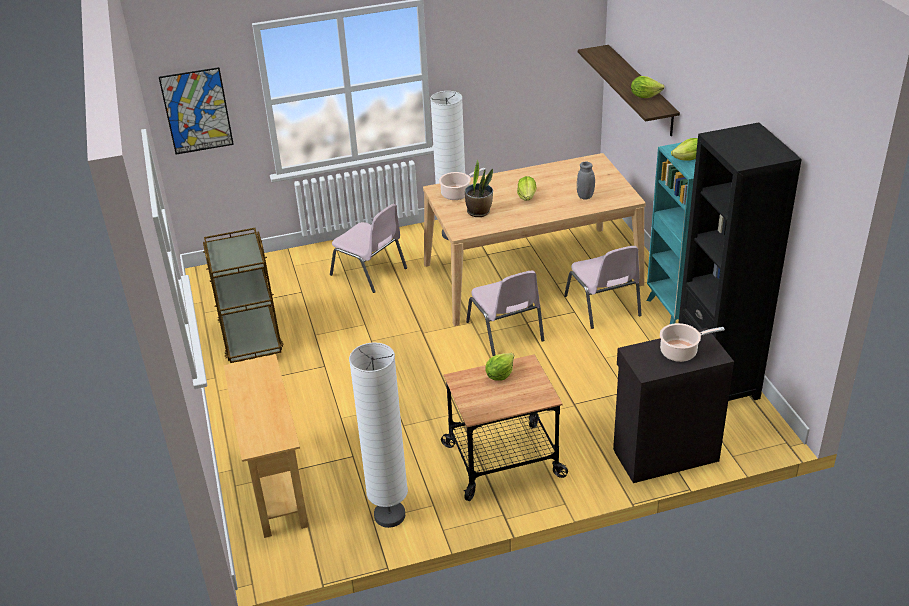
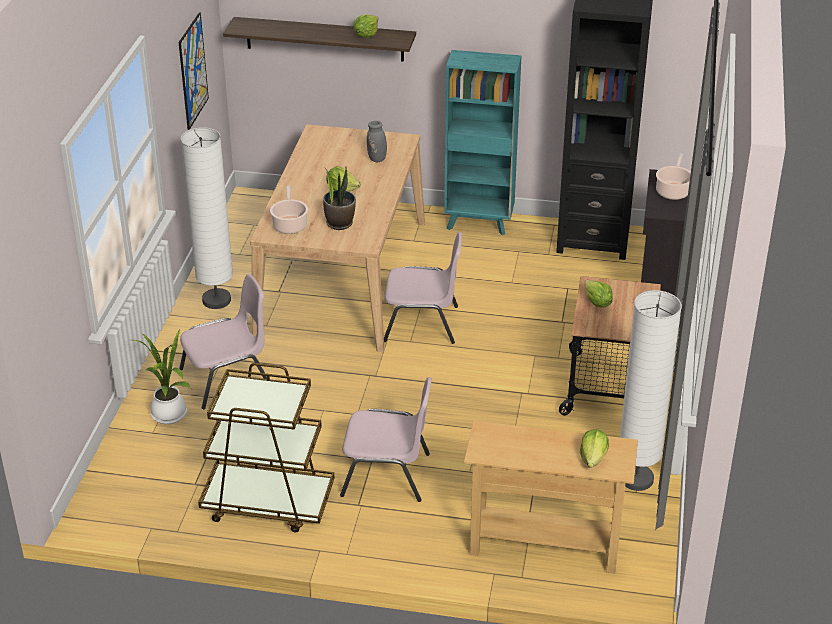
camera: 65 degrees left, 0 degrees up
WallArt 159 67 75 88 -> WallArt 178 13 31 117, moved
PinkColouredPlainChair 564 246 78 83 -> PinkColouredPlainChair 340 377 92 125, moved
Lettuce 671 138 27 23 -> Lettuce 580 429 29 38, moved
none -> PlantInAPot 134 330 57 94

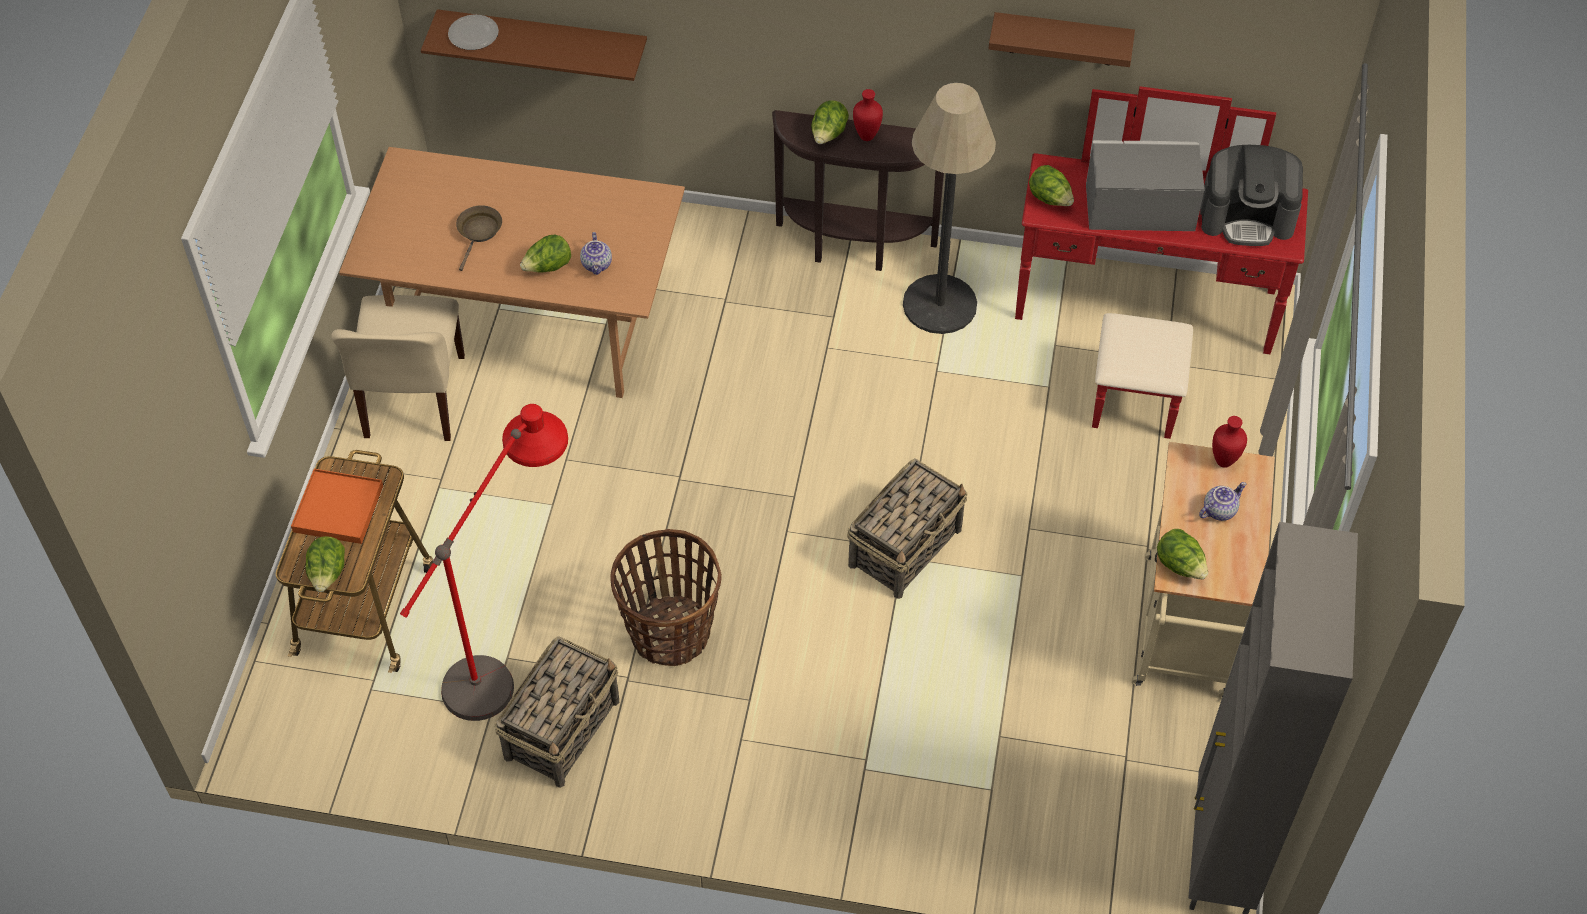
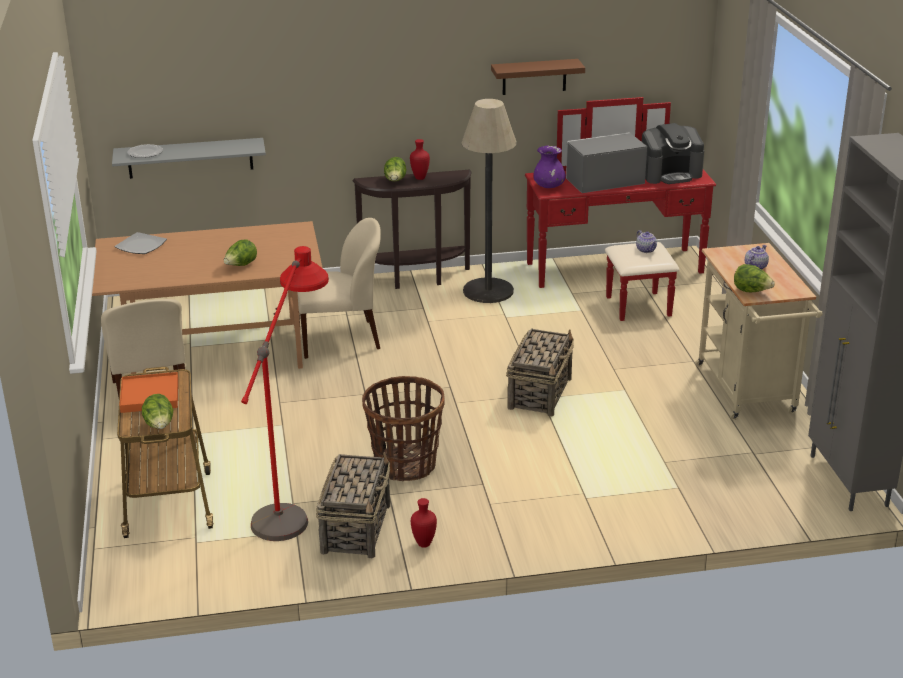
camera: 20 degrees left, 25 degrees down
BrownColouredBracketShelf 421 9 226 72 -> GrayBracketShelf 112 138 154 41
BrownColouredFryingPan 456 205 46 66 -> none
Teapot 580 232 32 43 -> Teapot 636 230 21 23, moved
Lettuce 1029 165 45 41 -> PurpleVase 533 146 33 42
RedVase 1212 416 35 52 -> RedVase 411 498 26 50, moved
none -> DinnerPlate 115 232 52 22
none -> BeigePlainChair 297 218 84 141

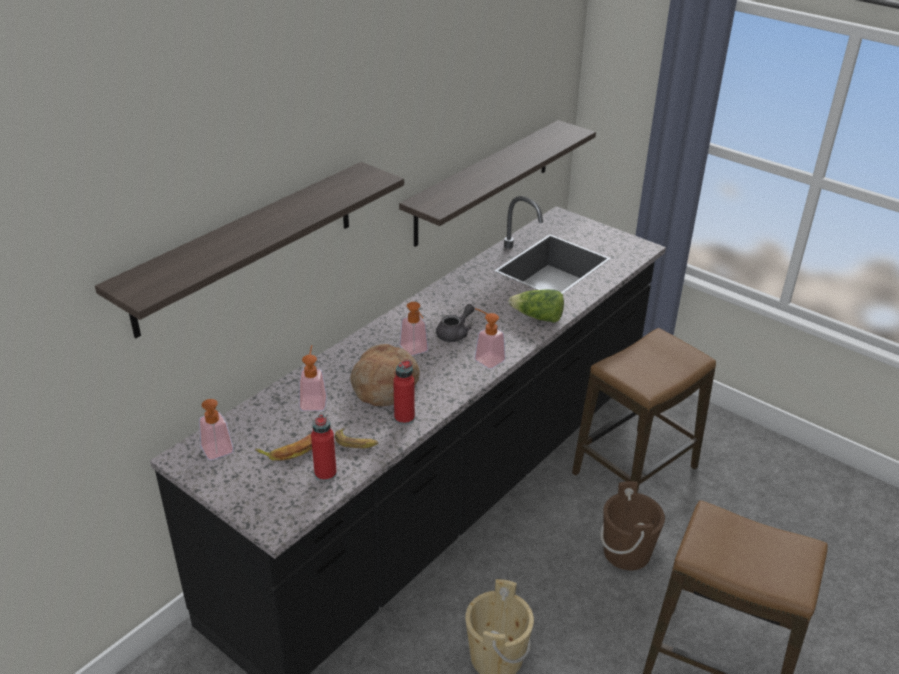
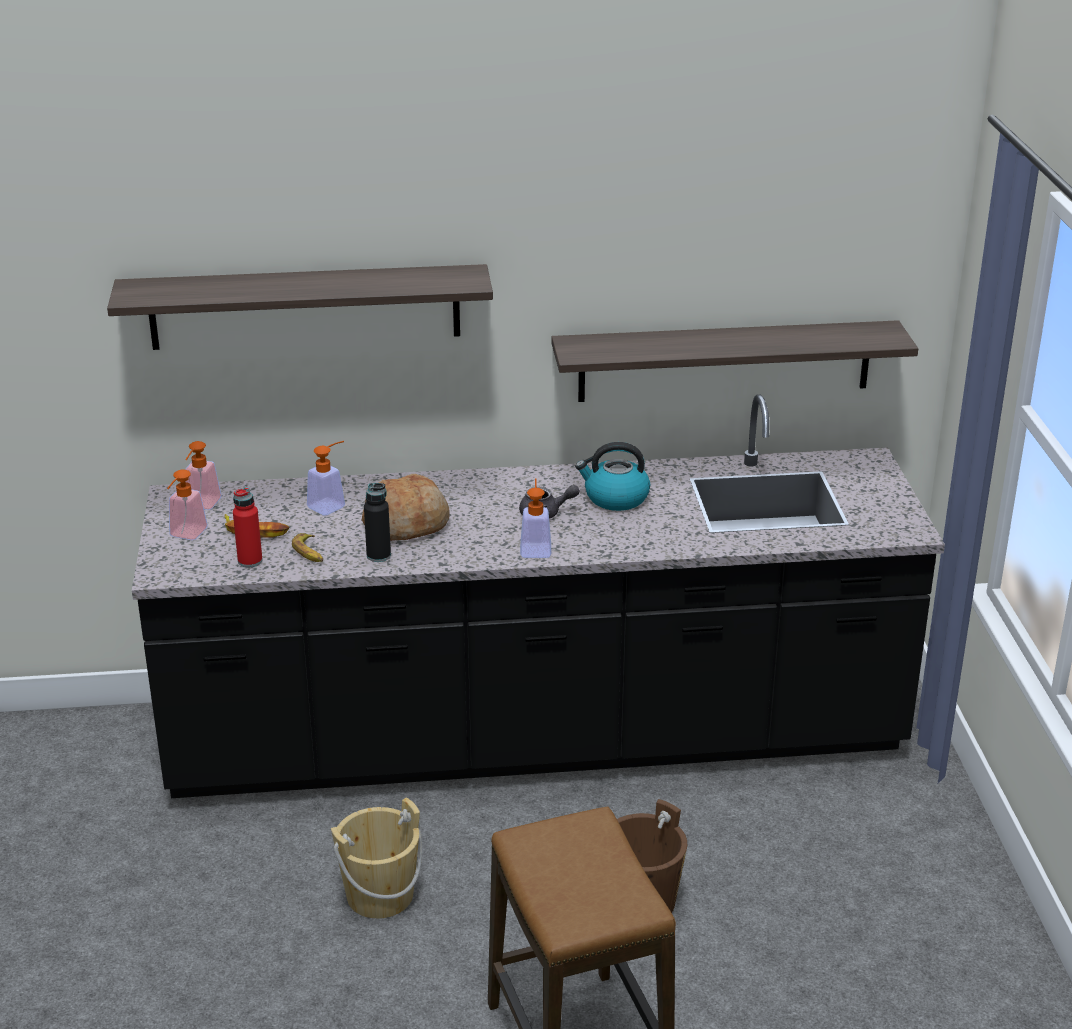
camera: 45 degrees right, 5 degrees down
RedDrinkBottle 393 360 22 65 -> BlackDrinkBottle 364 483 27 79
LiquidSoapBottle 400 302 28 54 -> LiquidSoapBottle 167 469 41 71, moved
Lettuce 508 289 56 34 -> none
StoolSeat 572 328 144 165 -> none
none -> TeaKettle 575 442 75 69

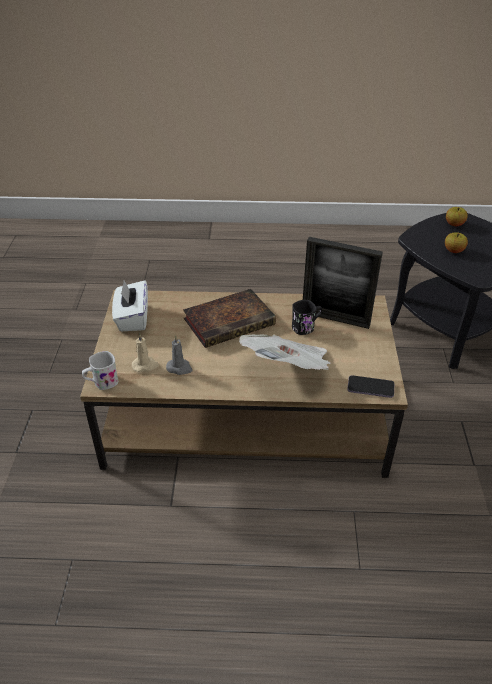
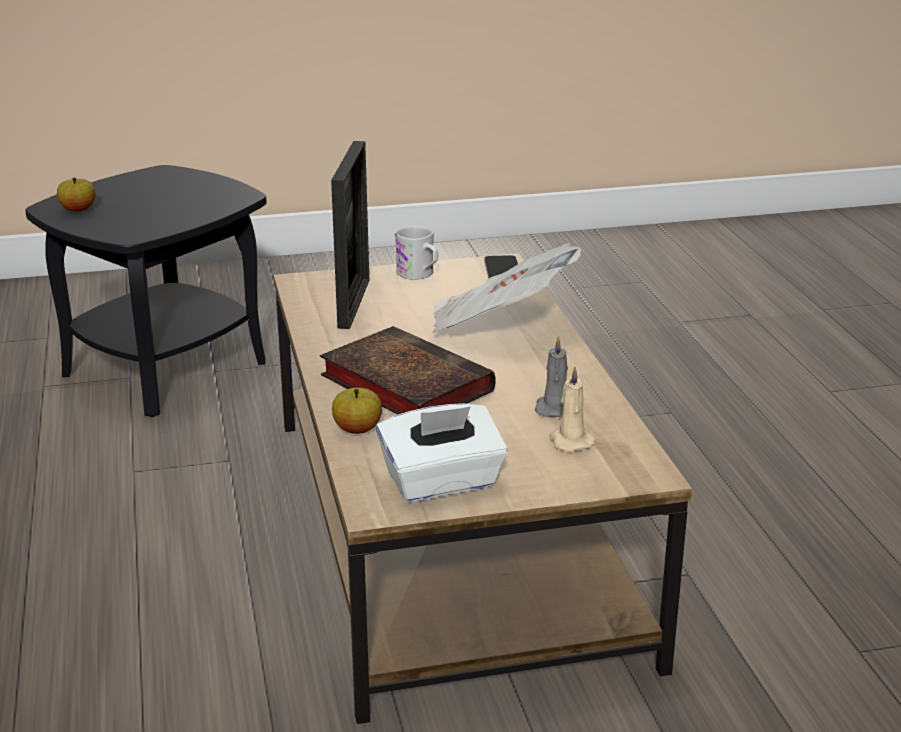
camera: 105 degrees left, 15 degrees down
WhiteTeaMug 82 351 36 39 -> WhiteTeaMug 394 225 44 55, moved
BlackTeaMug 292 300 30 35 -> none
AppleFruit 445 232 23 21 -> AppleFruit 332 388 50 46, moved

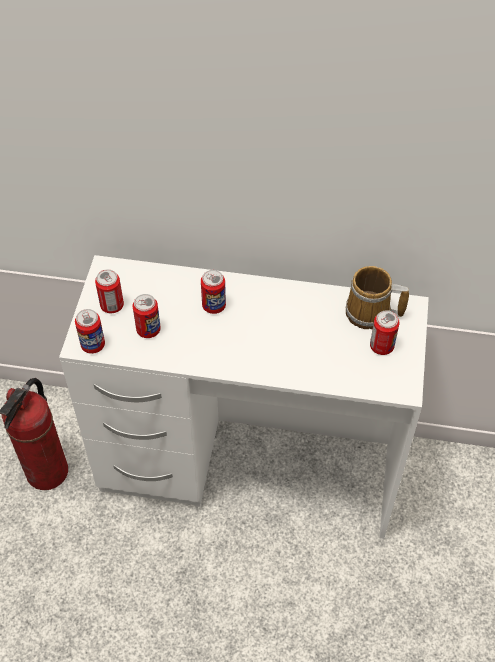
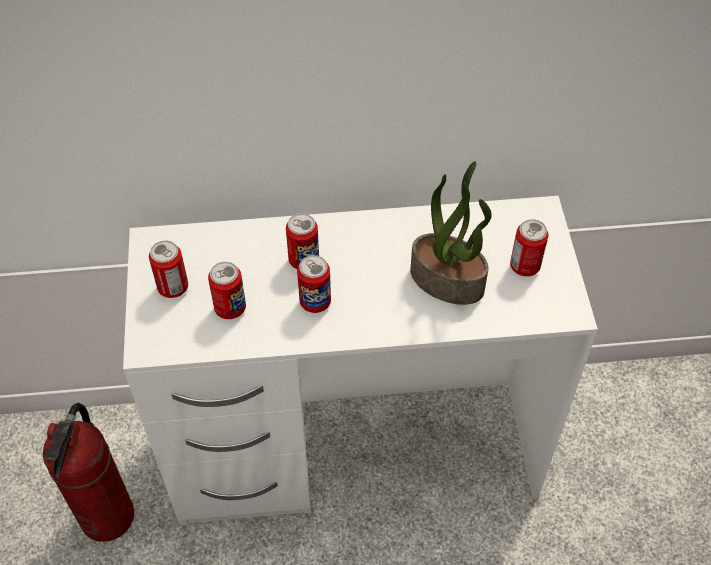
camera: 15 degrees left, 0 degrees up
Can 75 309 30 45 -> Can 297 255 34 58, moved
TeaMug 346 266 63 63 -> none
none -> PlantInAPot 410 161 82 144

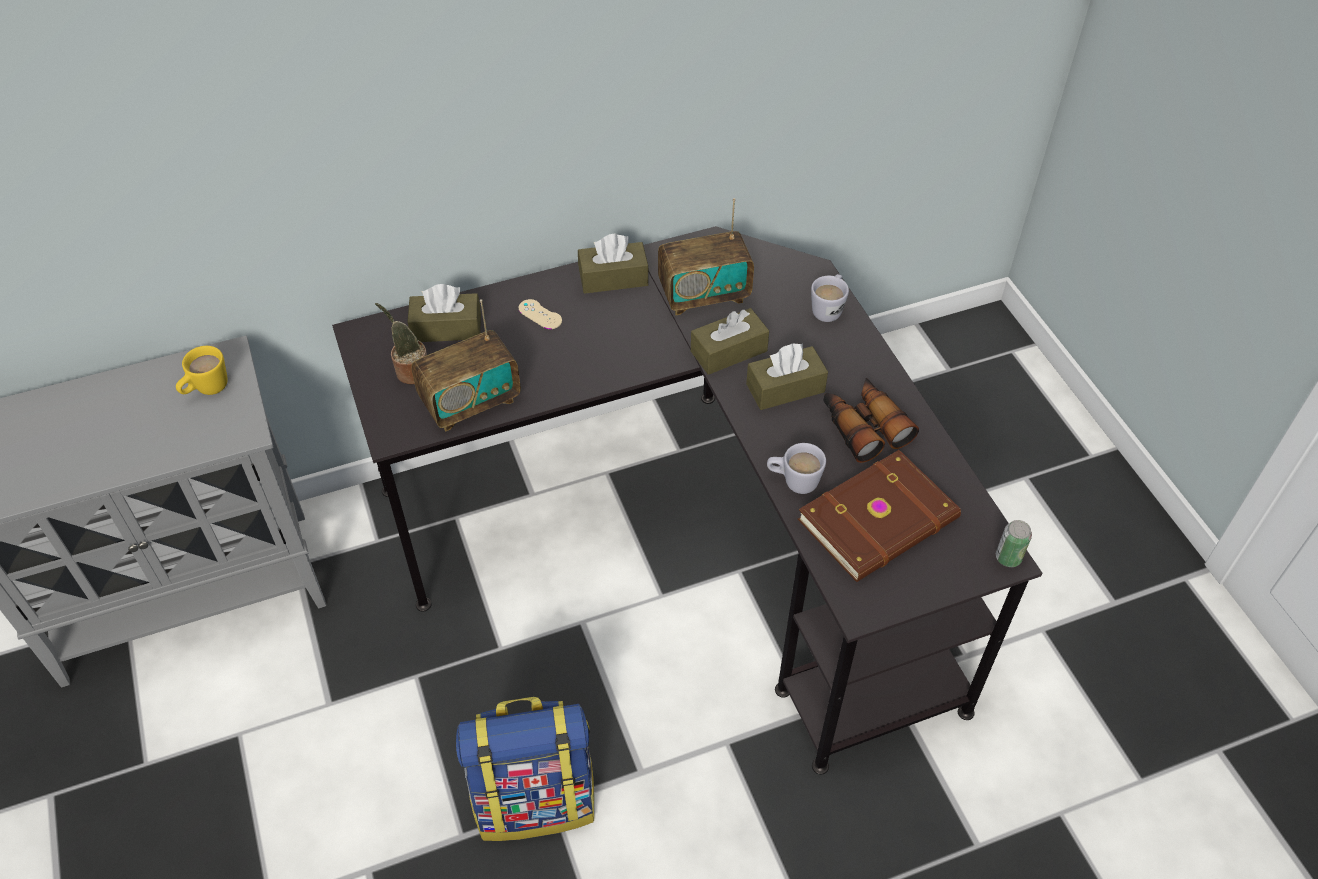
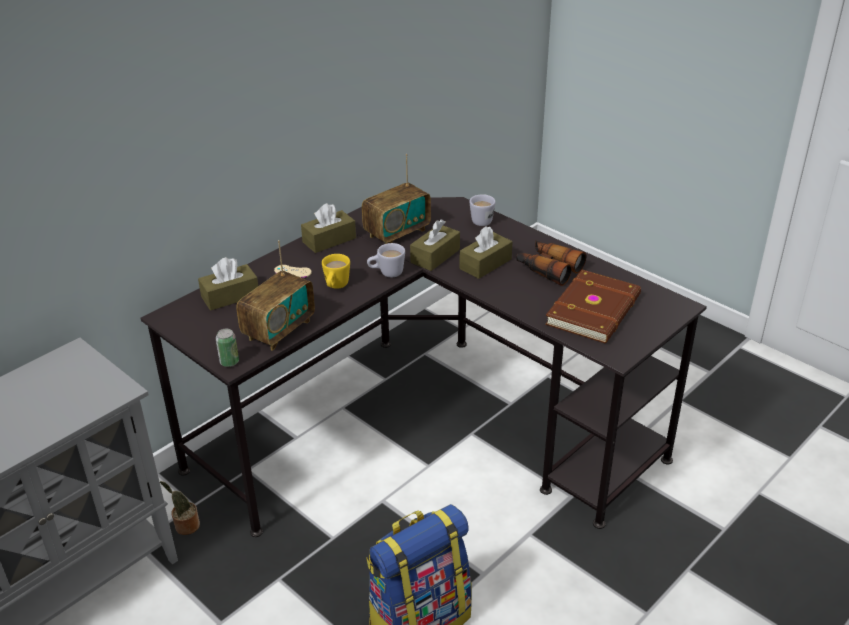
camera: 25 degrees left, 15 degrees down
YellowTeaMug 176 346 51 49 -> YellowTeaMug 322 254 28 35, moved
PlantInAPot 375 303 52 82 -> PlantInAPot 160 481 40 54, moved
WhiteTeaMug 767 443 59 51 -> WhiteTeaMug 367 243 38 34, moved
Can 996 520 36 47 -> Can 216 328 23 39, moved

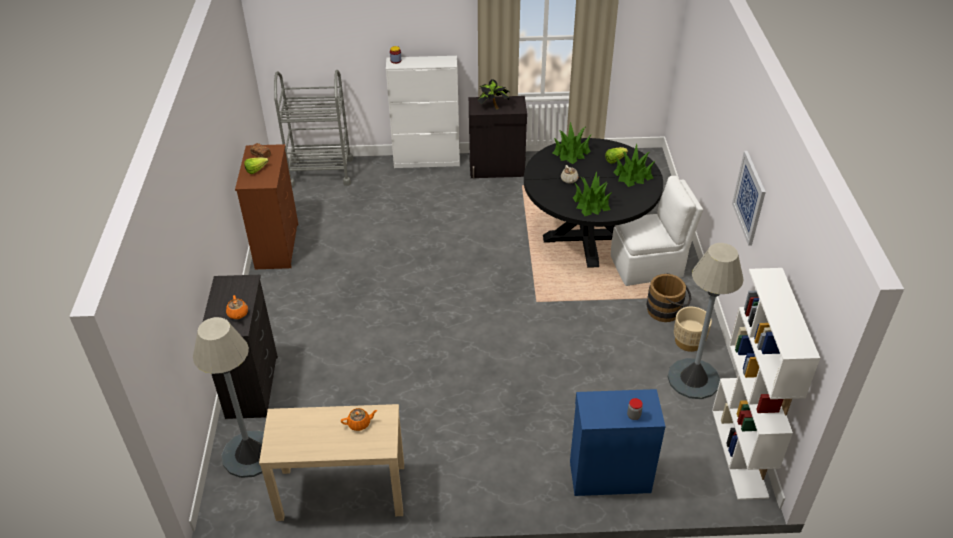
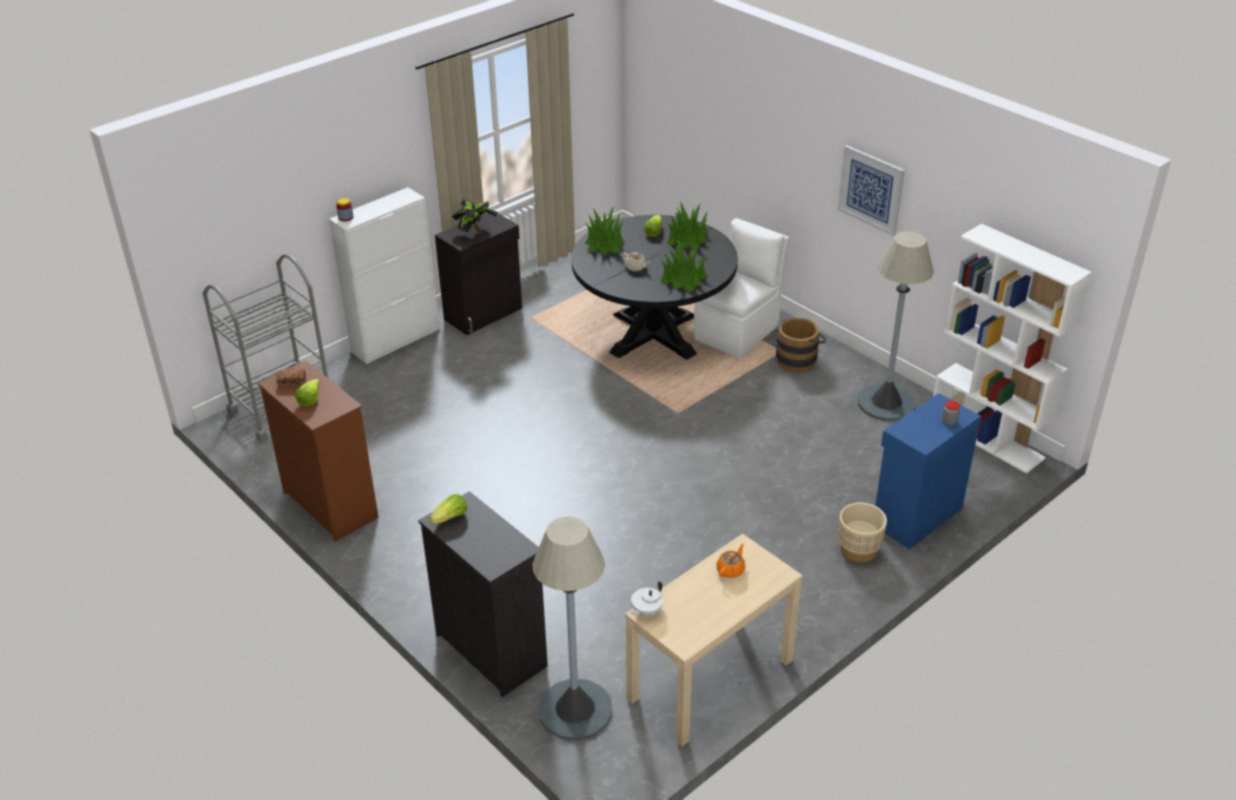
camera: 40 degrees left, 5 degrees down
OrangeTeapot 226 295 22 24 -> none
BeigePlanter 674 307 38 45 -> BeigePlanter 838 503 49 59, moved
none -> Lettuce 430 494 37 31
none -> WhiteTeapot 631 581 33 35

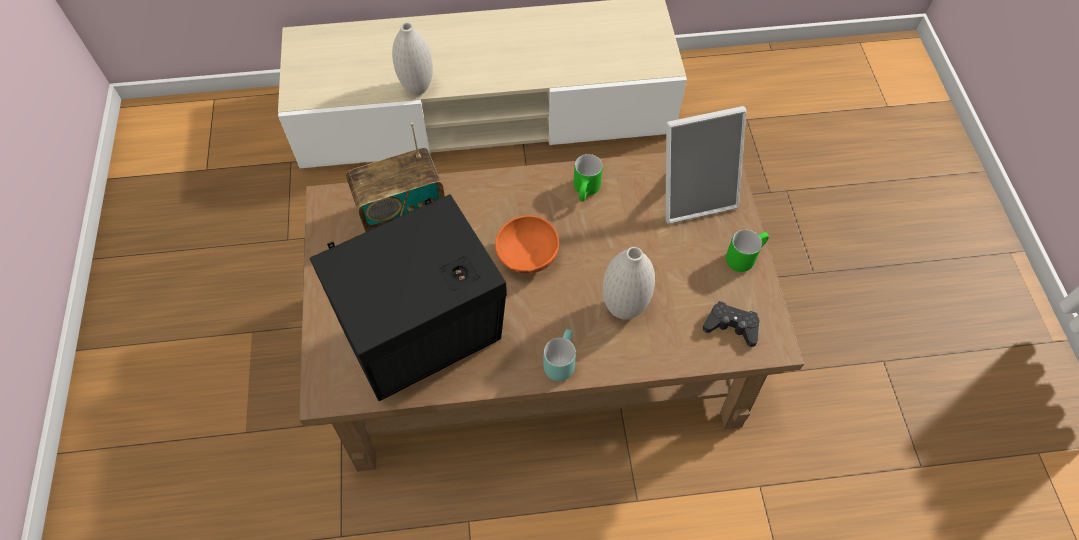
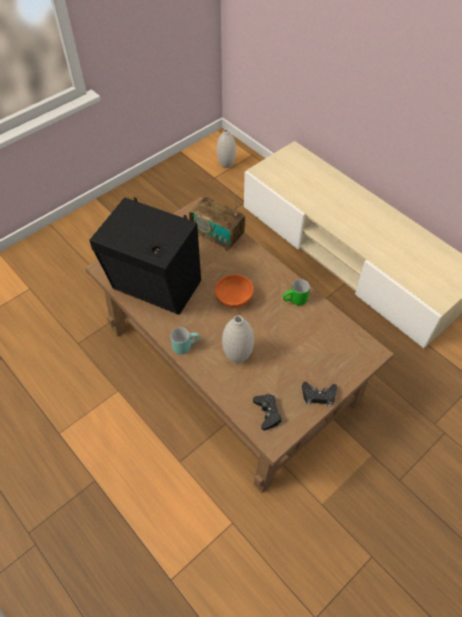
camera: 55 degrees right, 5 degrees down
WhiteVase 392 22 41 73 -> WhiteVase 217 129 19 39, moved
PhotoFrame 665 106 81 118 -> none
GreenishTeaMug 726 230 43 42 -> BlackGamepad 302 382 35 25

